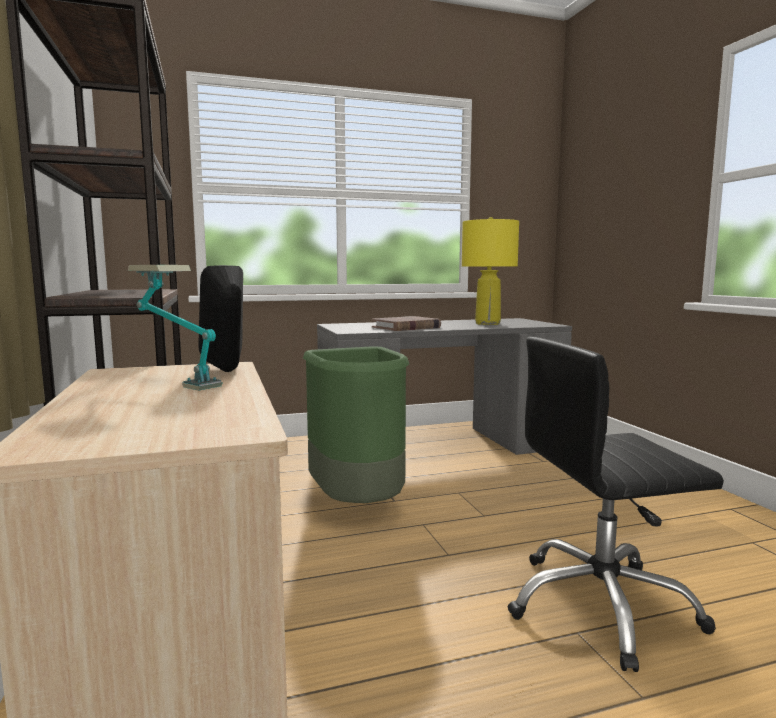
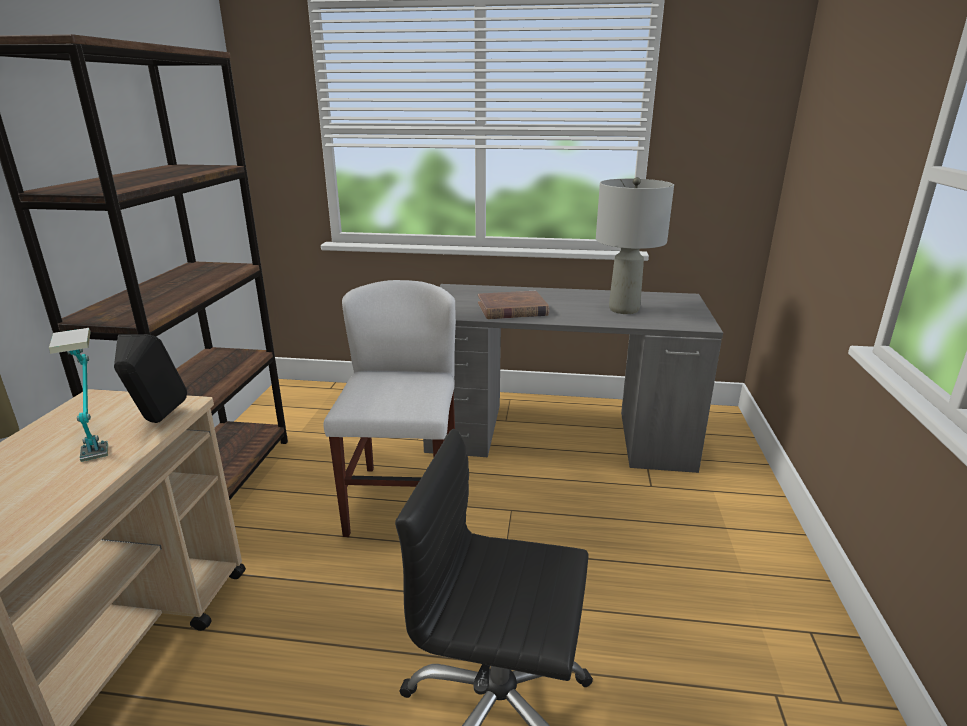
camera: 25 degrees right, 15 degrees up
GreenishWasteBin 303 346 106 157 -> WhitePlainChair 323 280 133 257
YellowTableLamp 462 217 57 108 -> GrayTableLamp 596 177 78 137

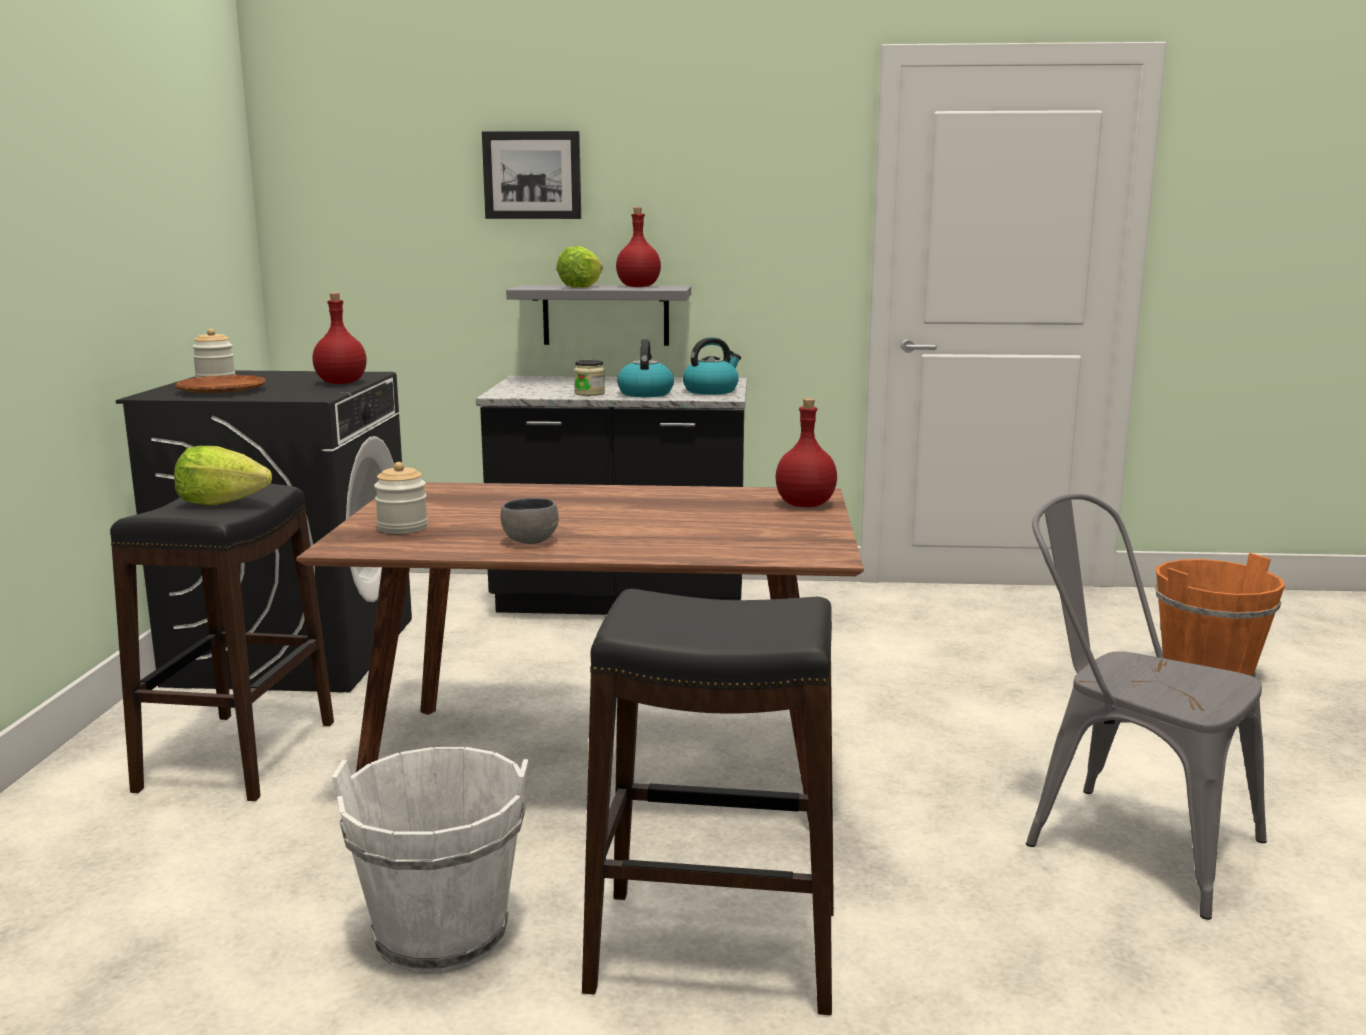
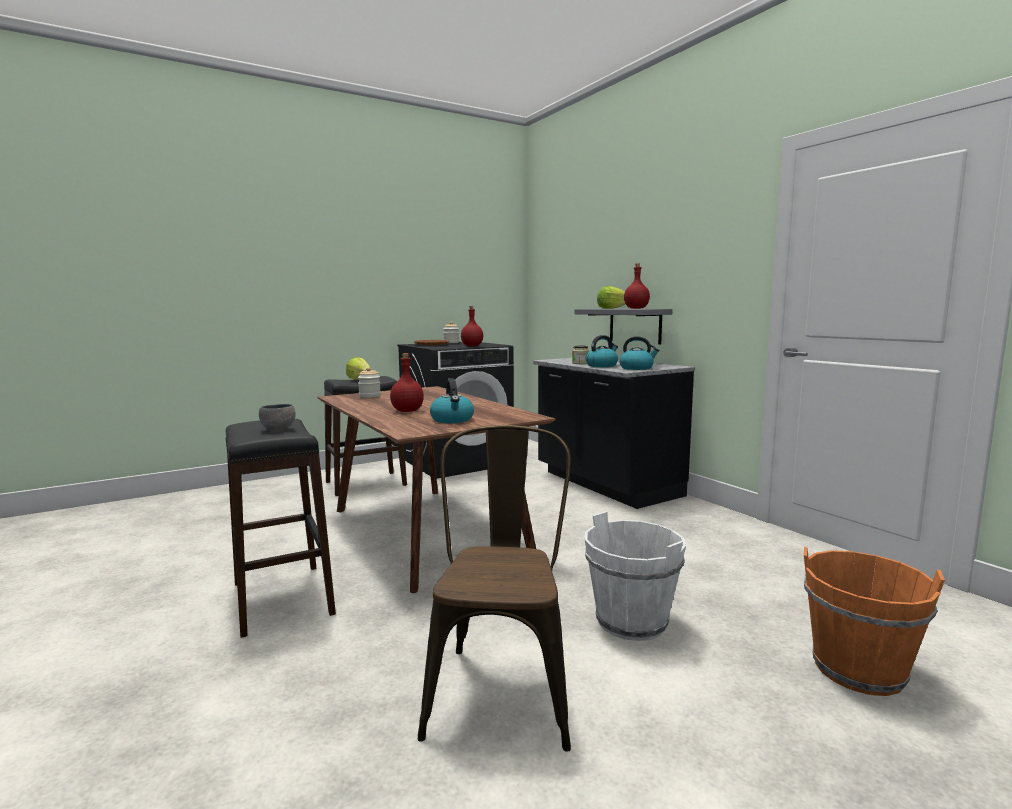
camera: 55 degrees right, 5 degrees down
WhiteBucket 332 747 196 227 -> WhiteBucket 584 511 102 130, moved
WallArt 482 131 99 88 -> none
GrayServingBowl 500 498 59 46 -> GrayServingBowl 259 404 37 26, moved
RedDrinkBottle 775 398 62 109 -> RedDrinkBottle 390 353 34 59, moved
GrayPlainChair 1026 494 241 426 -> BrownColouredPlainChair 418 425 153 327
none -> TeaKettle 430 378 44 45

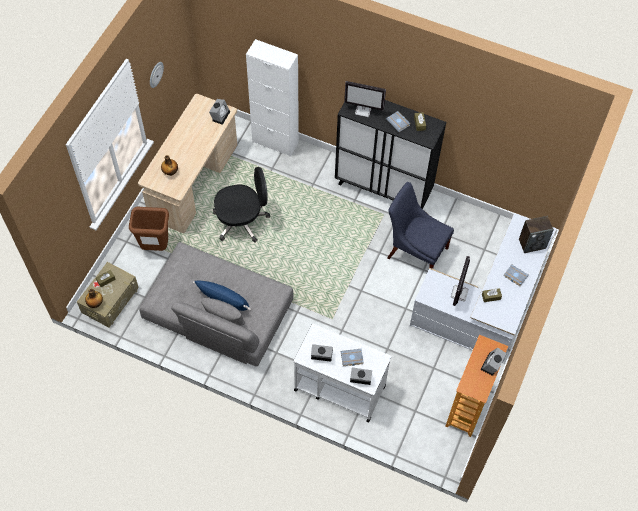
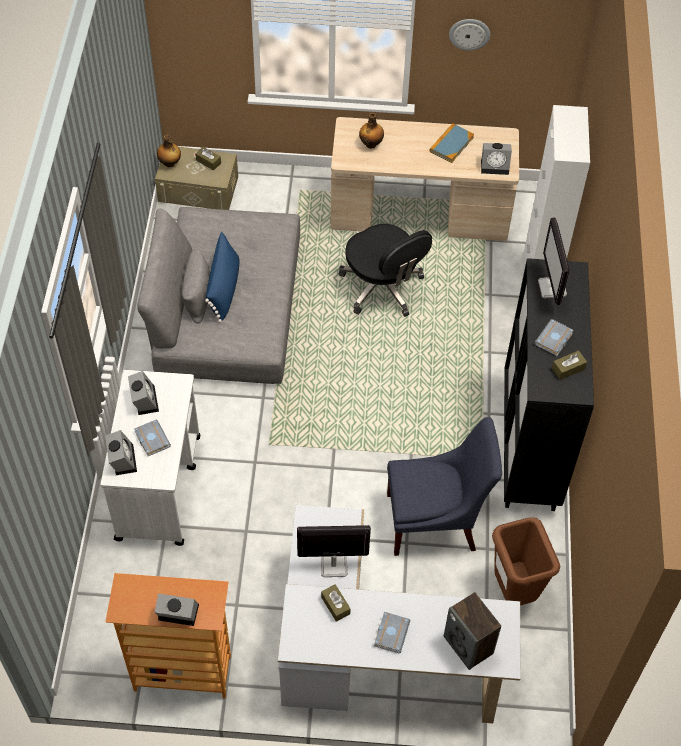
camera: 70 degrees right, 5 degrees down
BrownColouredWasteBin 129 207 40 44 -> BrownColouredWasteBin 492 517 68 88, moved
BluePlainChair 387 182 67 87 -> BluePlainChair 387 417 115 139, 75 degrees clockwise
none -> Book 429 123 45 40

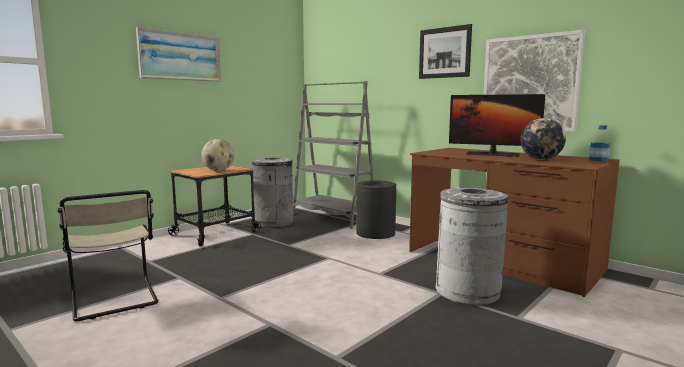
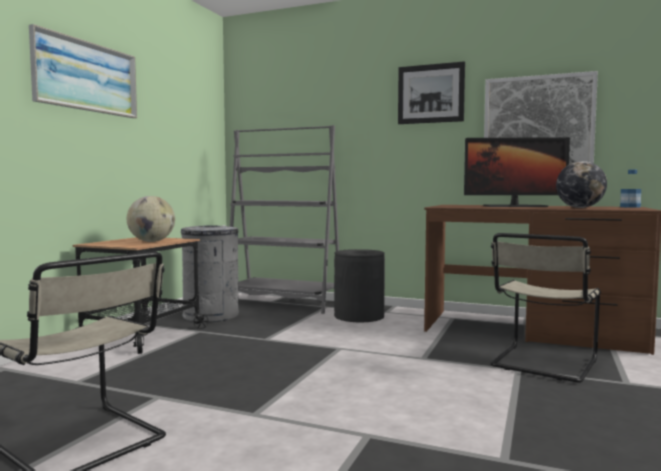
camera: 20 degrees left, 5 degrees down
GrayWasteBin 436 187 73 118 -> BeigePlainChair 491 233 110 150

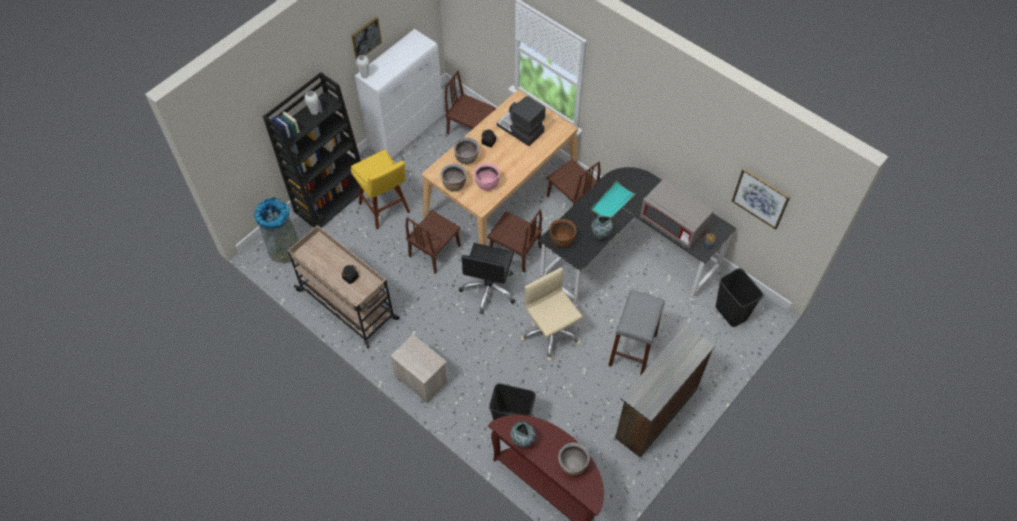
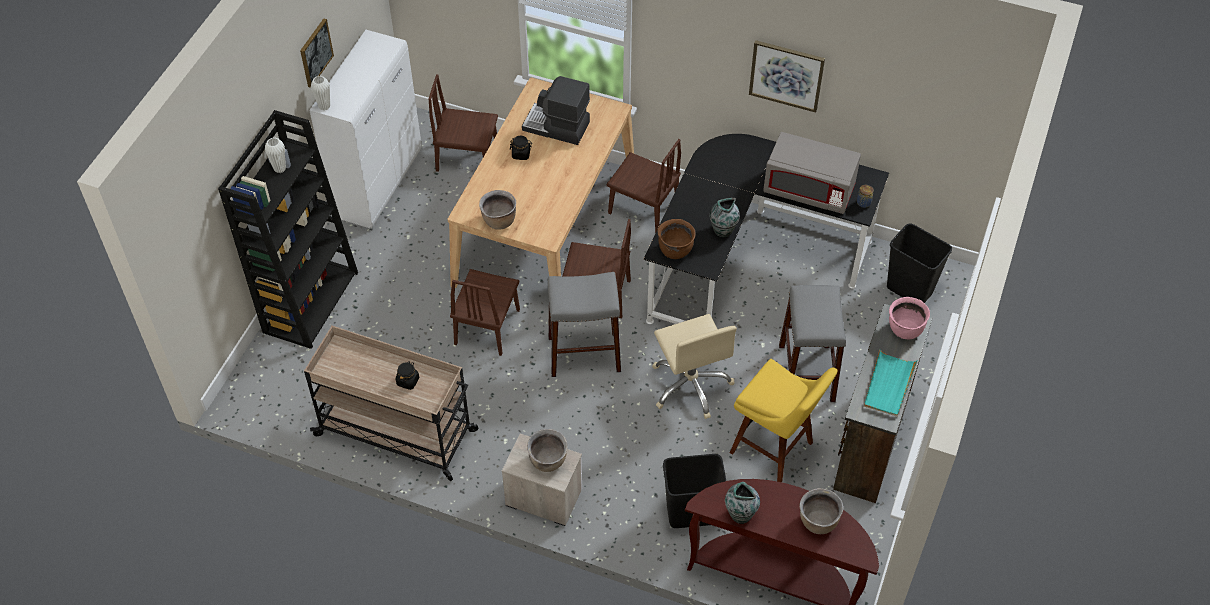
camera: 20 degrees left, 5 degrees down
GrayWasteBin 254 197 45 66 -> none
YellowStoolSeat 351 150 59 79 -> YellowStoolSeat 730 359 108 123, moved
BrownColouredSaucepot 454 137 25 28 -> BrownColouredSaucepot 527 429 41 43, moved
BlackComputerChair 459 243 56 71 -> GrayStoolSeat 548 272 73 105
PinkColouredSaucepot 474 163 26 28 -> PinkColouredSaucepot 889 297 41 42, moved
BeigeComputerChair 521 267 62 94 -> BeigeComputerChair 652 314 85 105, 150 degrees counterclockwise
TurquoiseColouredServingTray 591 181 46 38 -> TurquoiseColouredServingTray 864 350 54 67, moved
WallArt 732 168 59 62 -> WallArt 749 40 76 73, moved

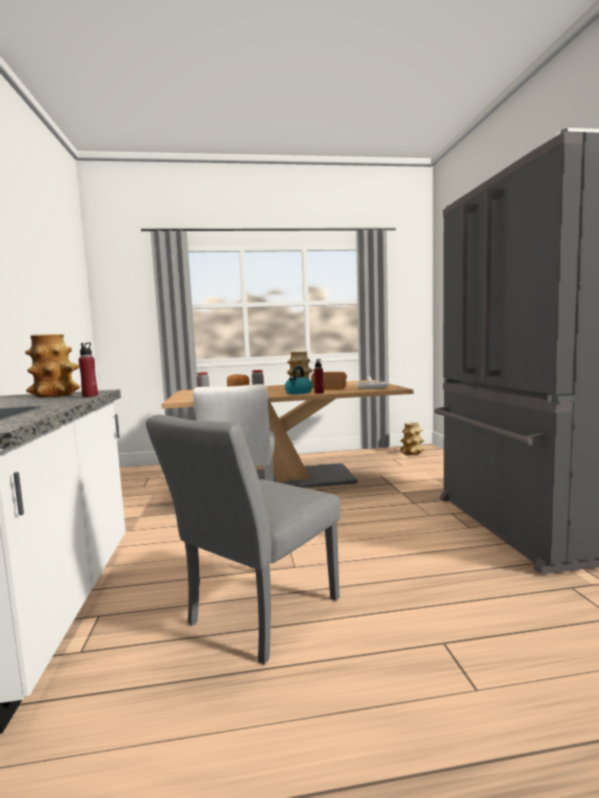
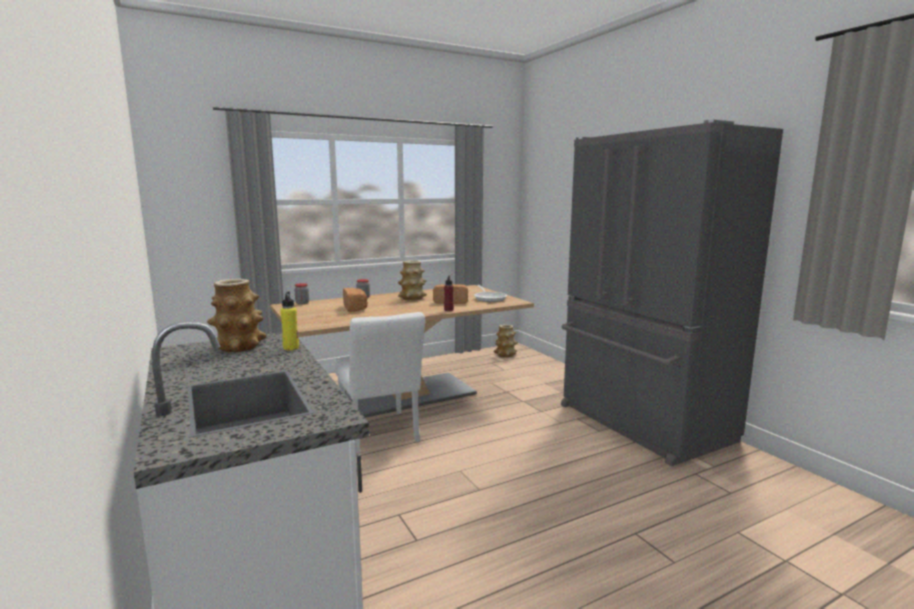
camera: 20 degrees left, 5 degrees up
RedDrinkBottle 79 343 19 54 -> YellowDrinkBottle 280 291 19 59
GrayPlainChair 146 415 194 249 -> none
TeaKettle 285 366 28 28 -> none

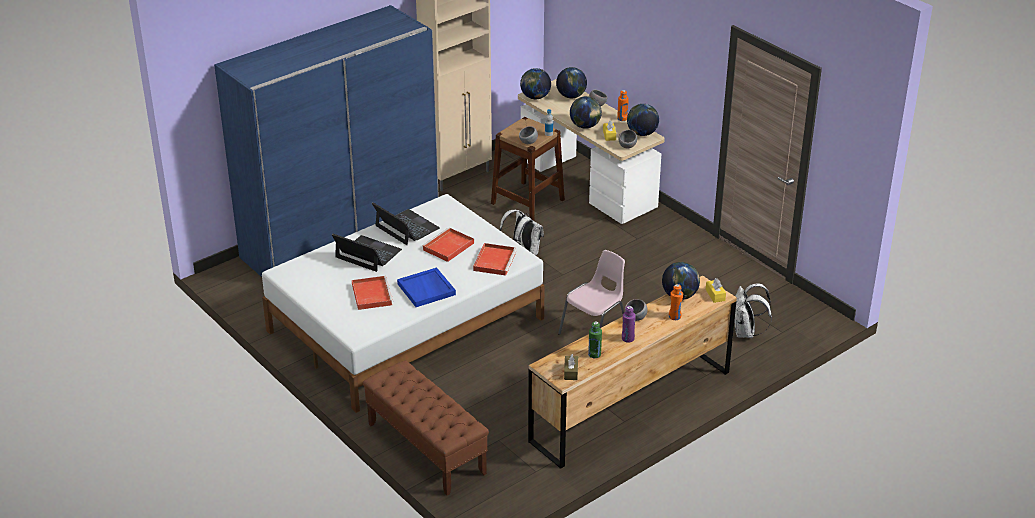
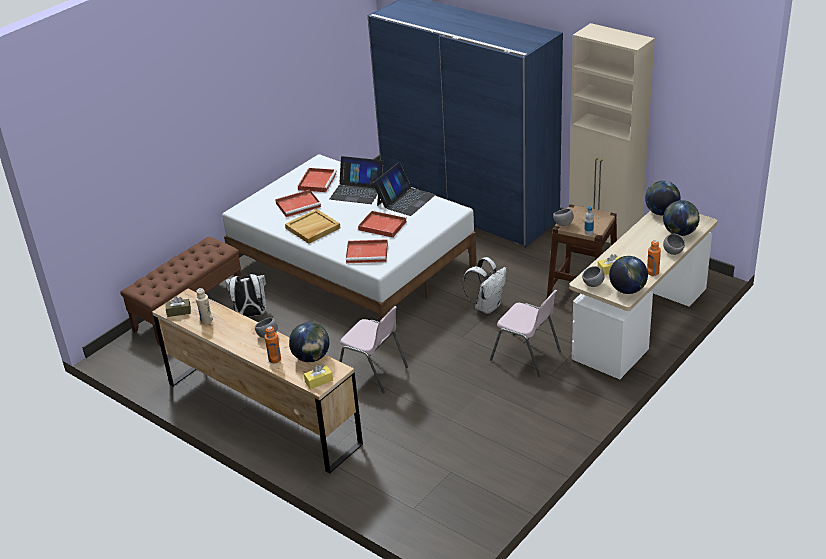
camera: 80 degrees right, 0 degrees up
Laptop 332 234 70 38 -> Laptop 330 156 53 48, 90 degrees clockwise
BlueServingTray 397 267 59 40 -> BeigeServingTray 285 209 56 35
Globe 570 96 32 33 -> none
GreenishDrinkBottle 588 321 14 37 -> BeigeDrinkBottle 195 288 18 36
PurpleDrinkBottle 622 306 14 37 -> none
WhiteRucksack 734 283 38 55 -> WhiteRucksack 225 274 41 43, moved
none -> RedServingTray 298 168 39 24
none -> PinkColouredPlainChair 490 290 71 87

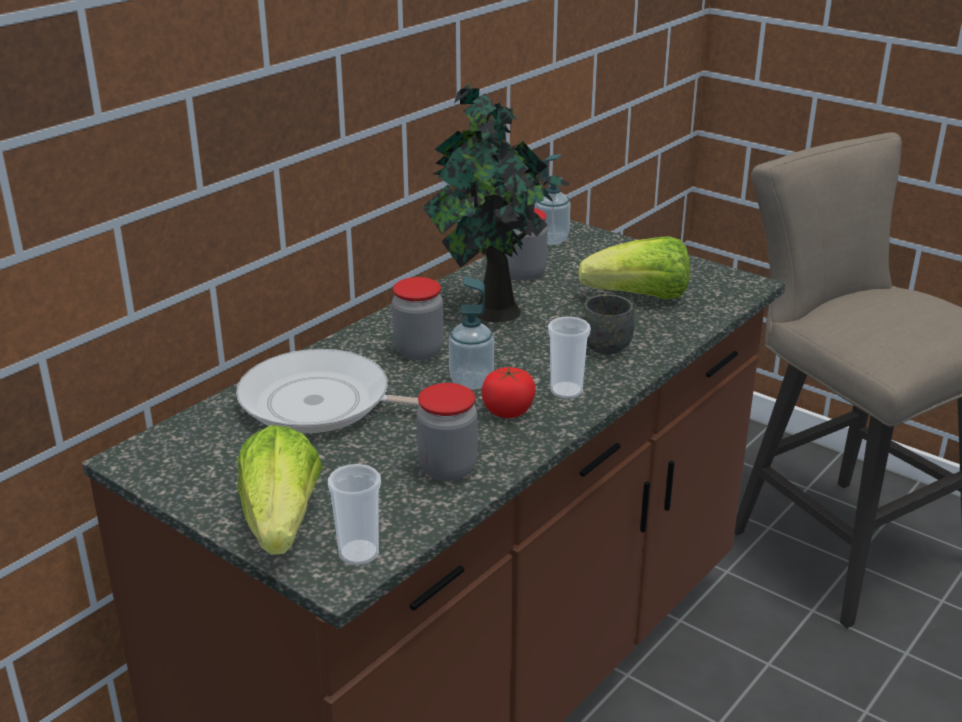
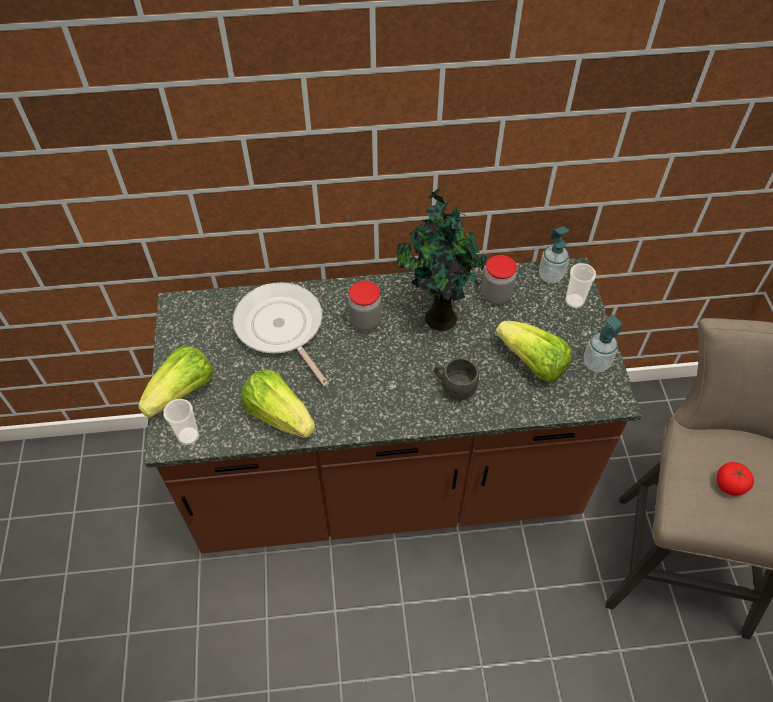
camera: 45 degrees right, 25 degrees up
Jar 416 383 61 99 -> Lettuce 241 369 74 69
LiquidSoapBottle 449 277 45 113 -> LiquidSoapBottle 584 314 38 58, moved
FreshTomato 482 367 54 51 -> FreshTomato 717 462 37 34, moved
SmallCup 548 317 43 82 -> SmallCup 565 263 31 45, moved

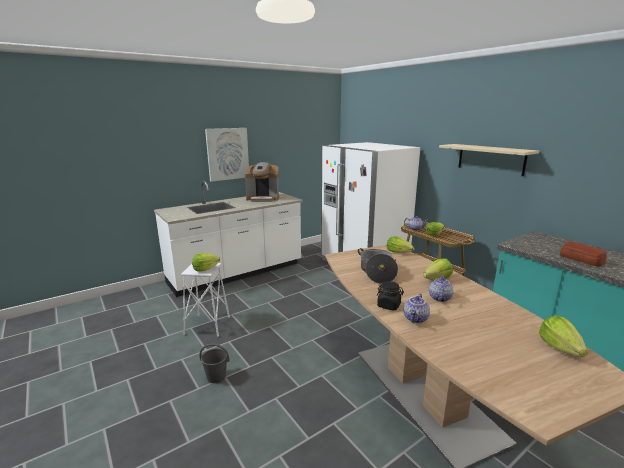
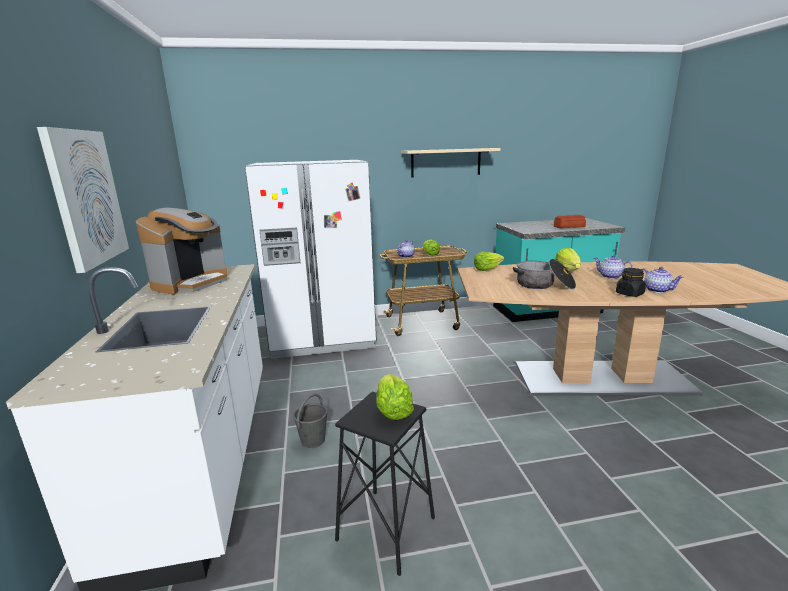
camera: 65 degrees left, 0 degrees up
WhiteStoolSeat 181 263 49 74 -> BlackStoolSeat 335 392 100 184
GrayBucket 199 344 30 39 -> GrayBucket 293 393 34 55, moved
Lettuce 539 316 49 40 -> none

